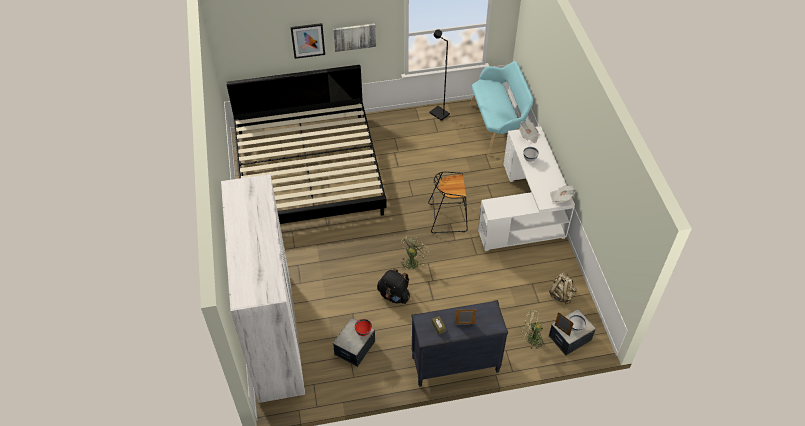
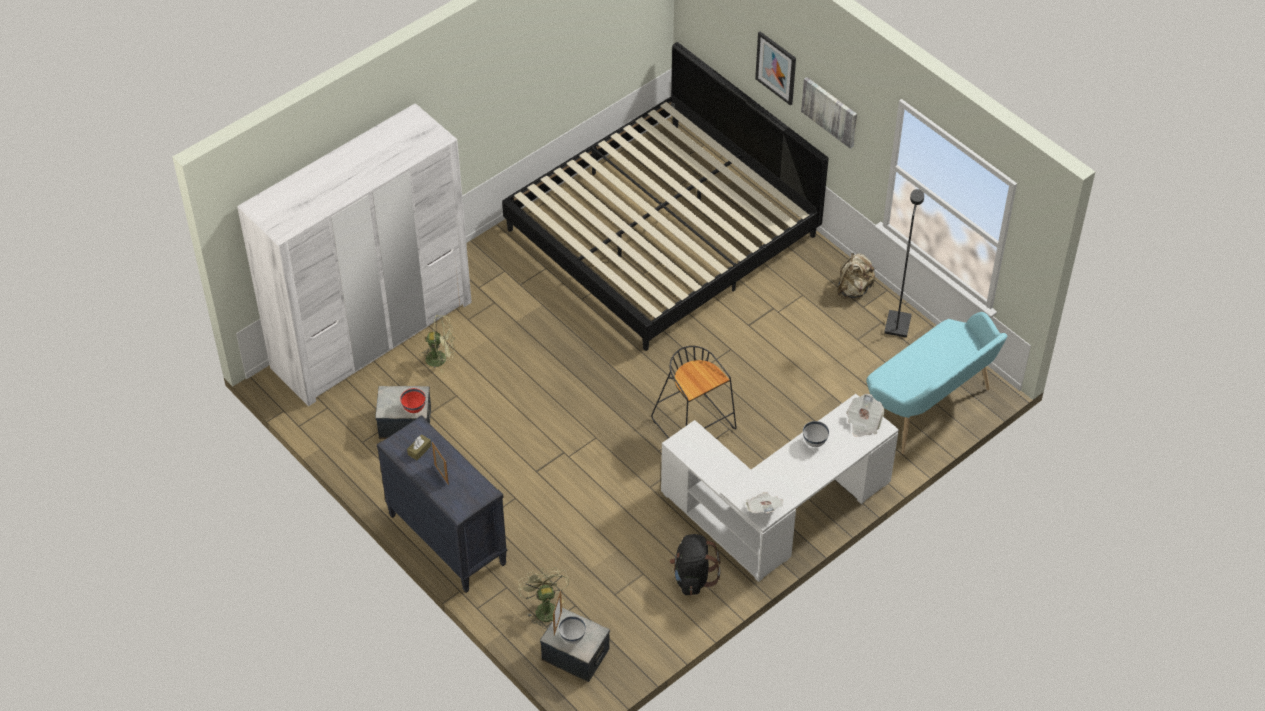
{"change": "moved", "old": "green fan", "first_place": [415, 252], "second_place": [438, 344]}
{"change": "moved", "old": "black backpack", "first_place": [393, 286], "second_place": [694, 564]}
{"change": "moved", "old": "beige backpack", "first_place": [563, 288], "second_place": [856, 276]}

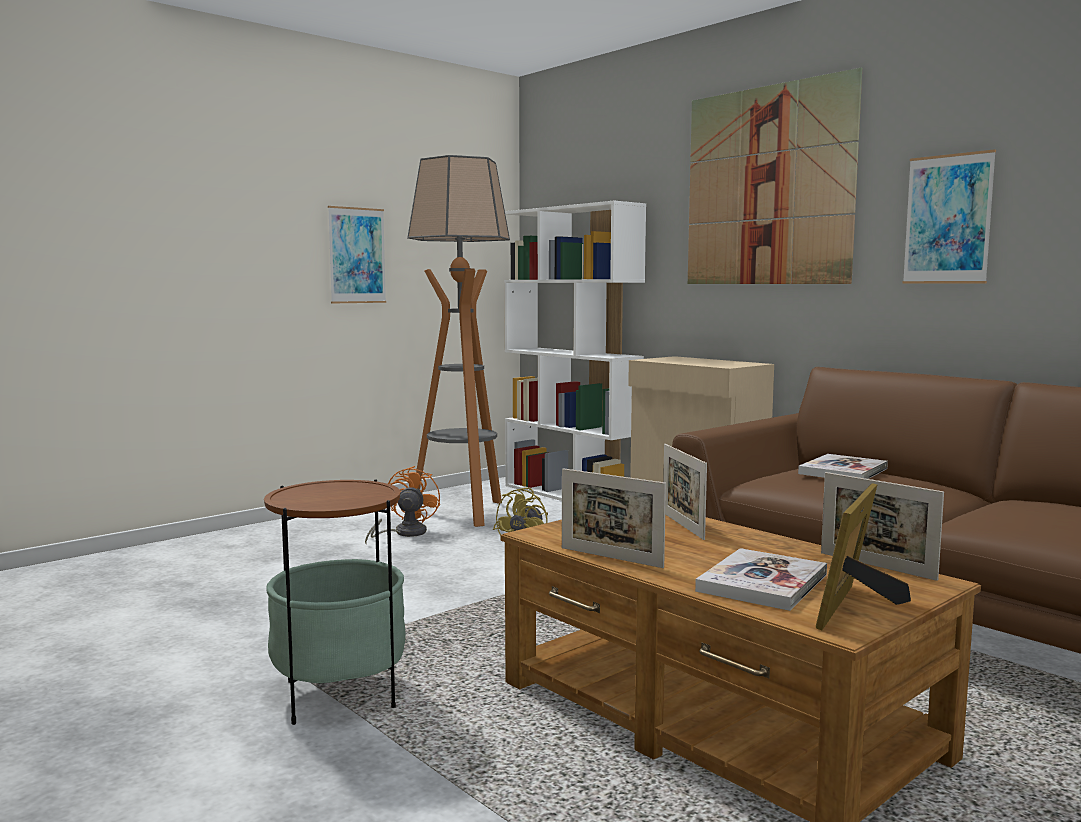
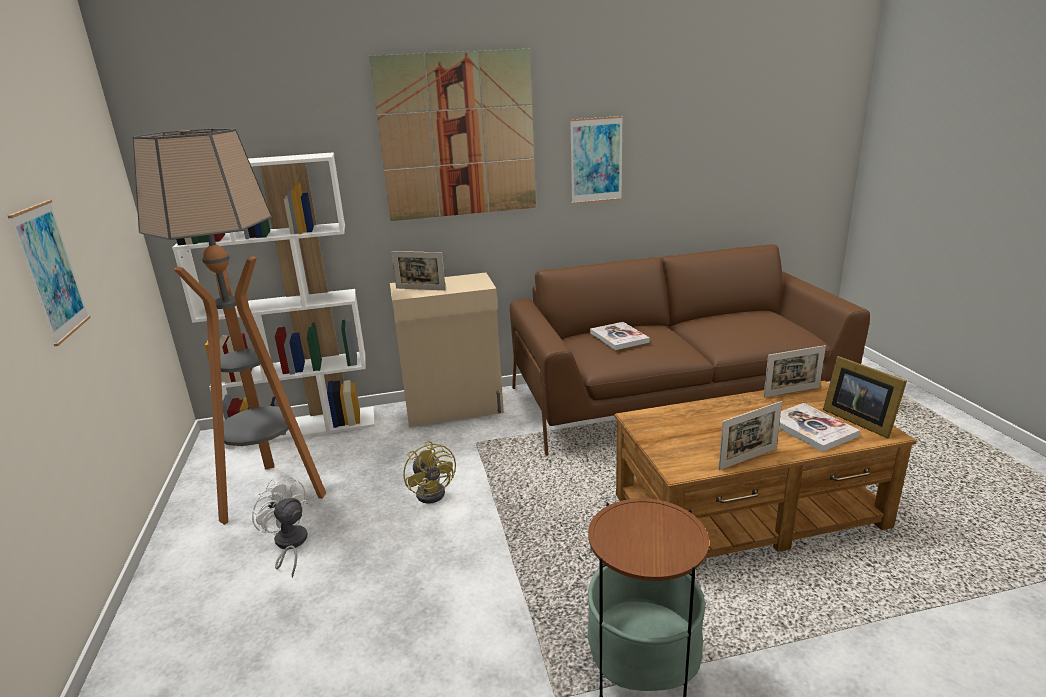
{"change": "recoloured", "old": "orange fan", "new": "white fan", "first_place": [403, 505], "second_place": [280, 527]}
{"change": "moved", "old": "picture frame", "first_place": [685, 492], "second_place": [418, 270]}

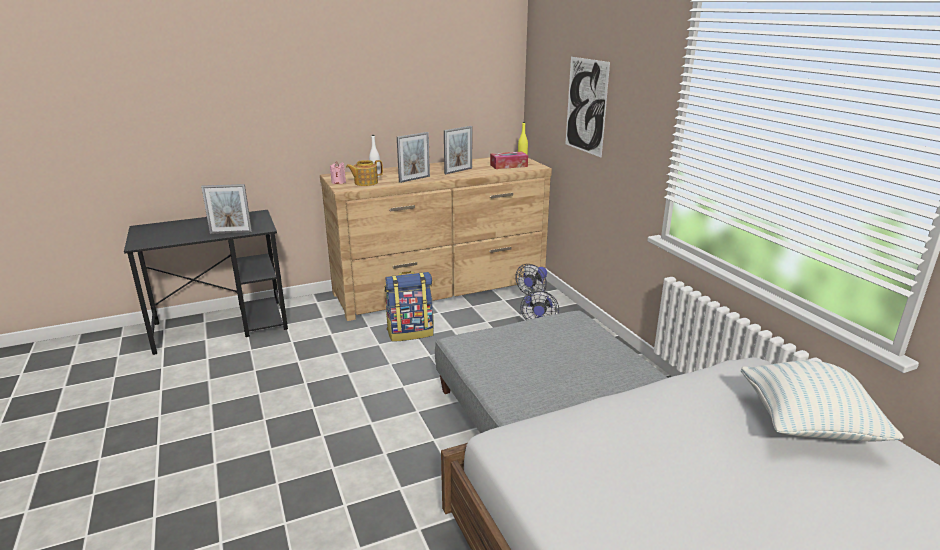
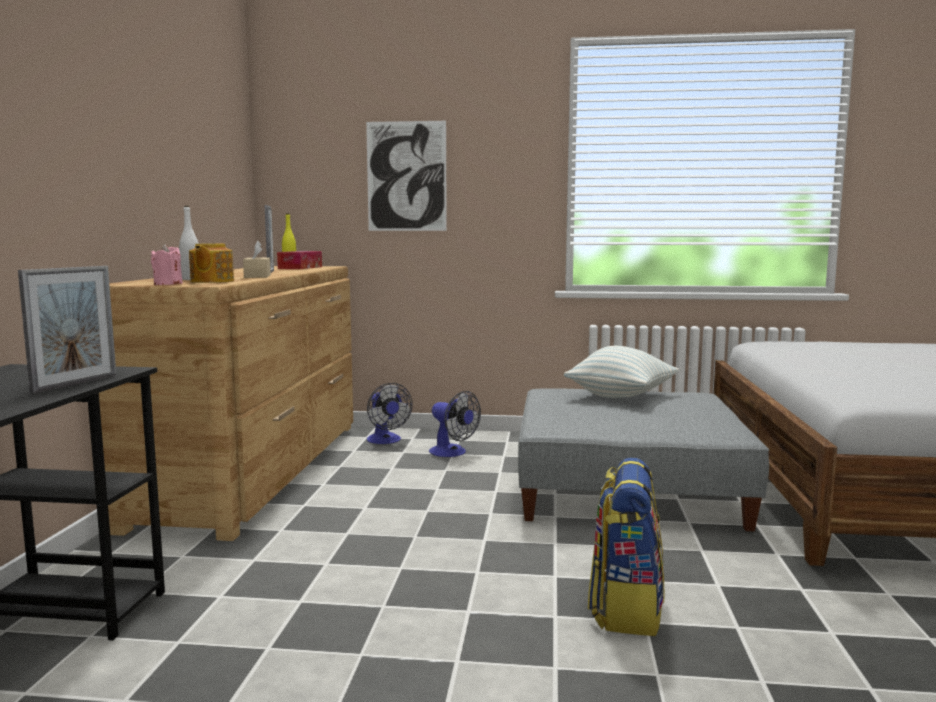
{"change": "replaced", "old": "picture frame", "new": "beige tissue box", "first_place": [413, 157], "second_place": [257, 259]}
{"change": "moved", "old": "pillow", "first_place": [822, 401], "second_place": [621, 372]}
{"change": "moved", "old": "backpack", "first_place": [409, 306], "second_place": [626, 547]}

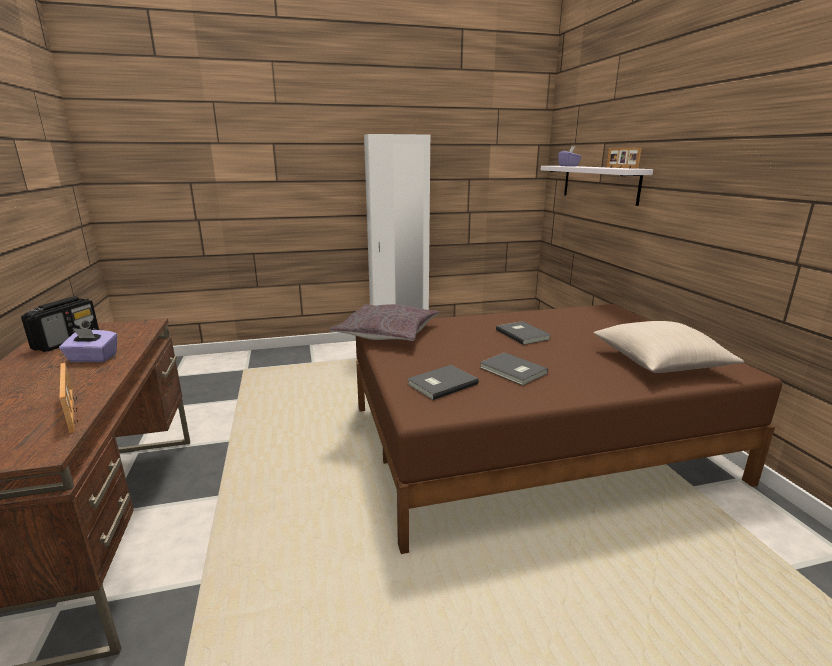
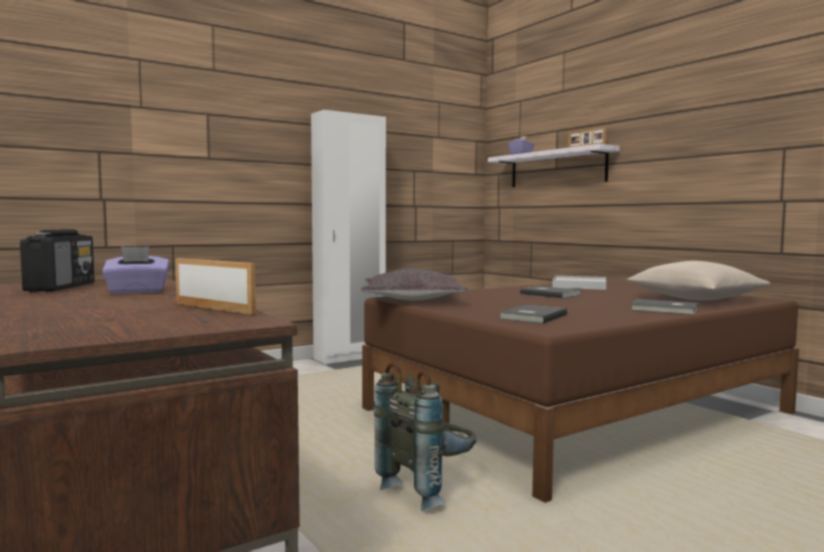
{"change": "added", "new": "grey backpack", "second_place": [425, 437]}
{"change": "added", "new": "white tray", "second_place": [579, 283]}
{"change": "moved", "old": "grey book", "first_place": [513, 369], "second_place": [664, 307]}

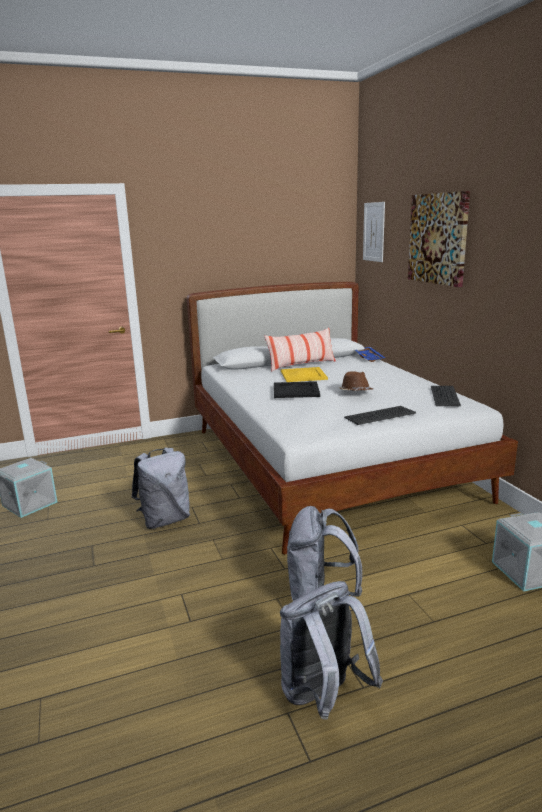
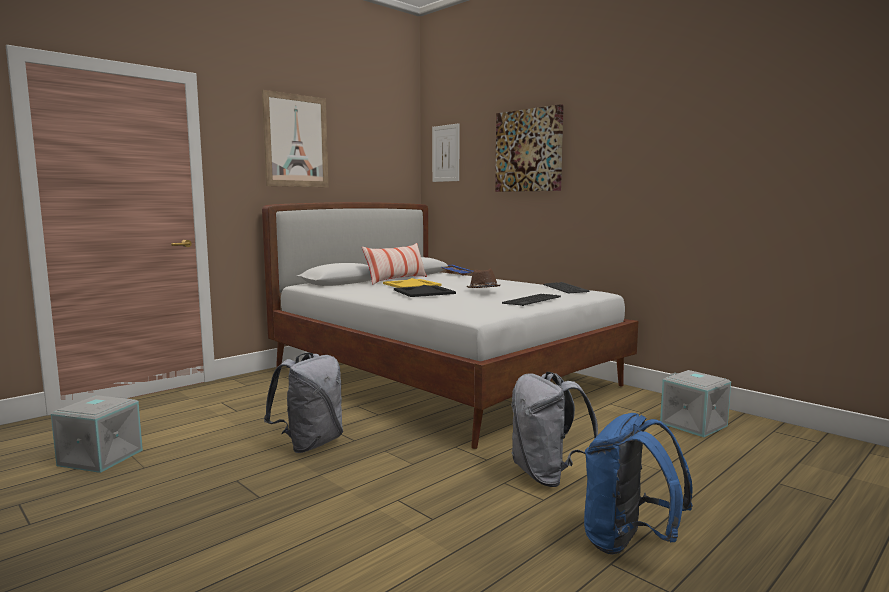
{"change": "added", "new": "picture", "second_place": [295, 138]}
{"change": "recoloured", "old": "grey backpack", "new": "blue backpack", "first_place": [331, 650], "second_place": [638, 484]}

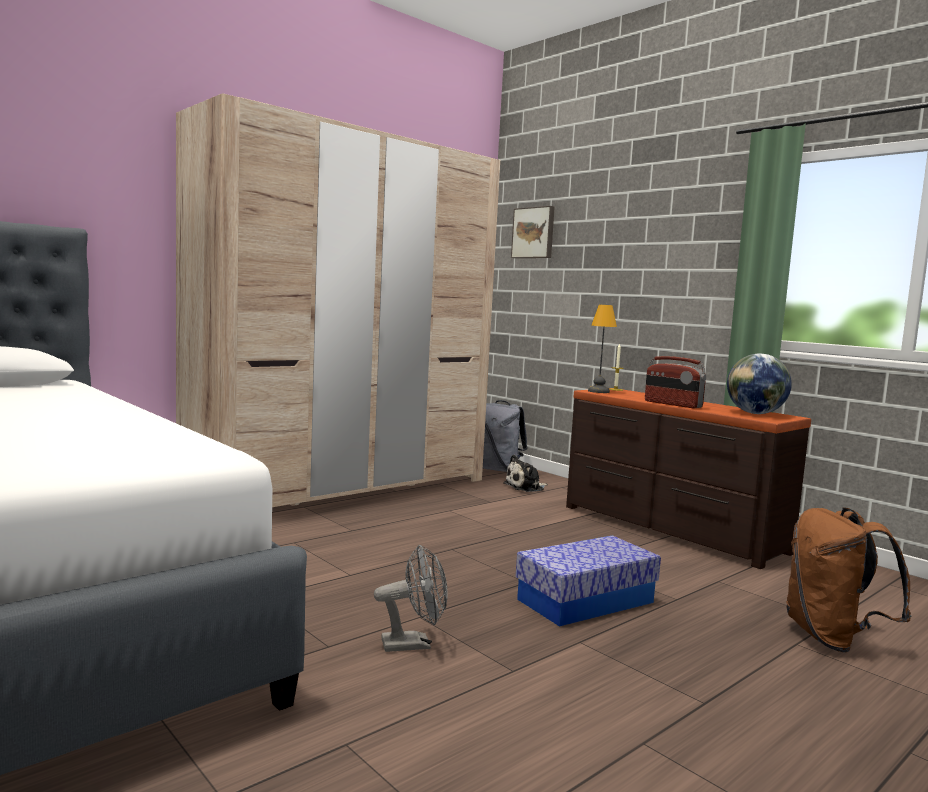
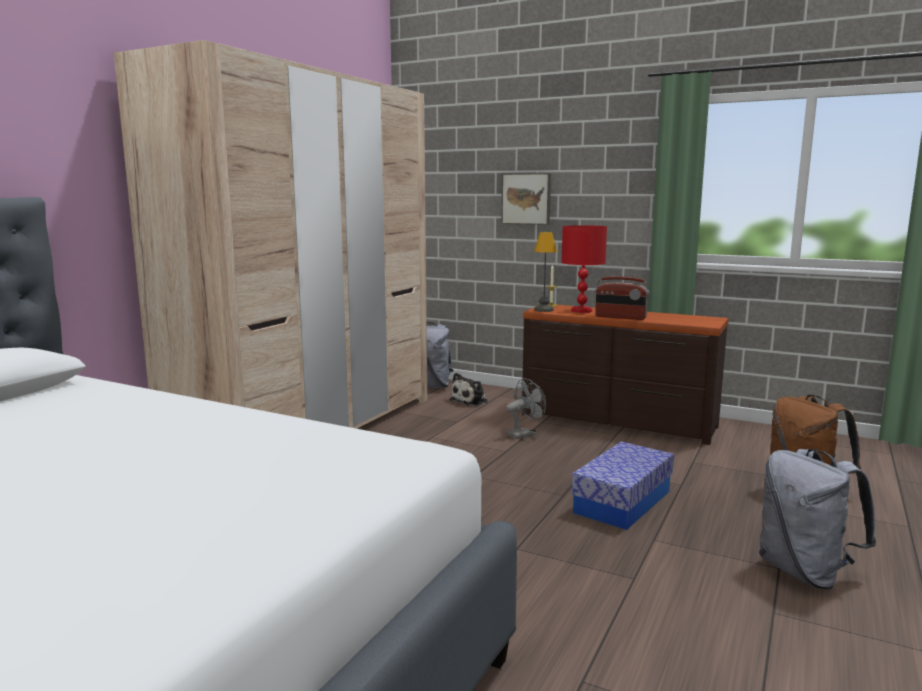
{"change": "moved", "old": "picture", "first_place": [533, 232], "second_place": [526, 199]}
{"change": "moved", "old": "grey fan", "first_place": [411, 598], "second_place": [526, 408]}
{"change": "added", "new": "red table lamp", "second_place": [584, 269]}
{"change": "added", "new": "grey backpack", "second_place": [817, 519]}
{"change": "removed", "old": "globe", "first_place": [759, 384]}

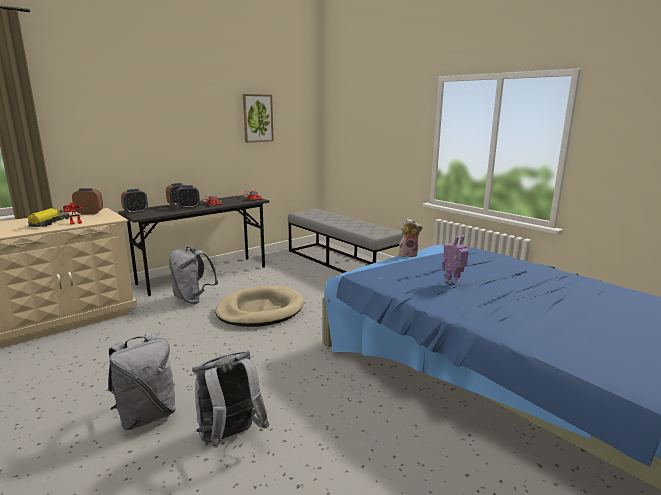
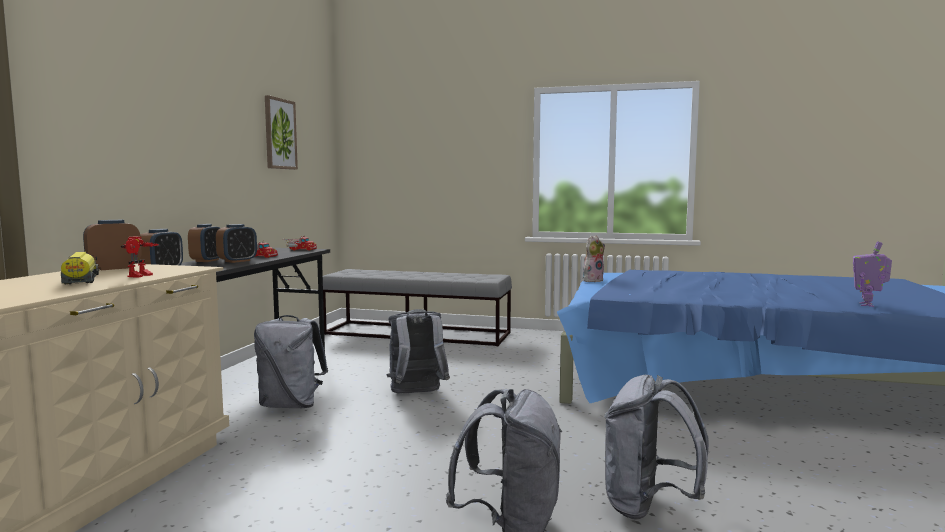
{"change": "replaced", "old": "beige dog bed", "new": "grey backpack", "first_place": [259, 306], "second_place": [418, 351]}
{"change": "moved", "old": "toy robot", "first_place": [456, 259], "second_place": [872, 274]}

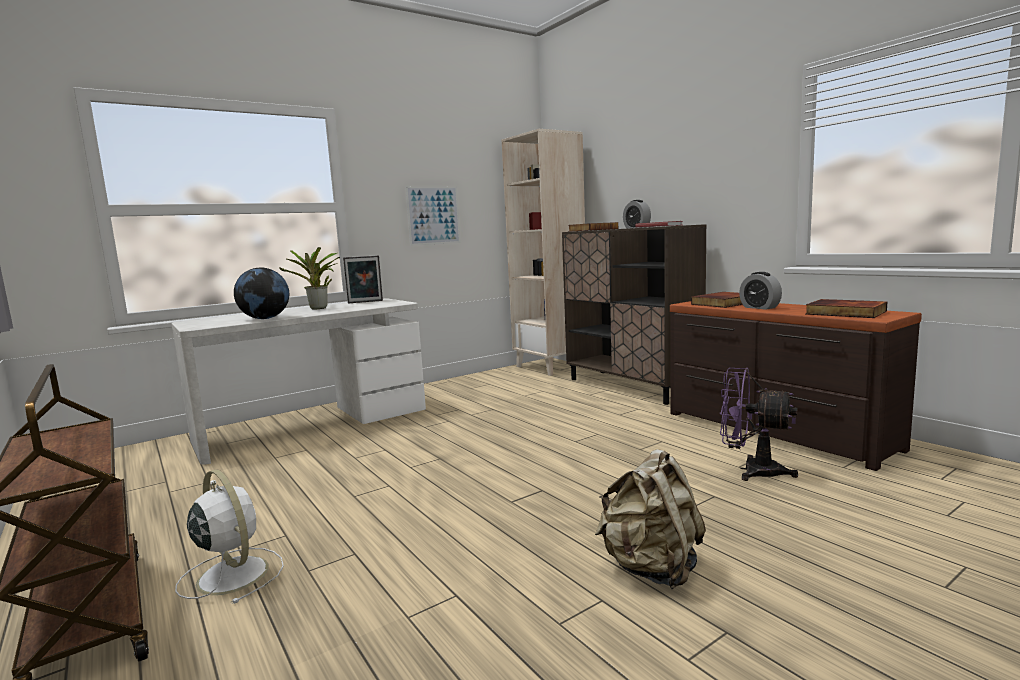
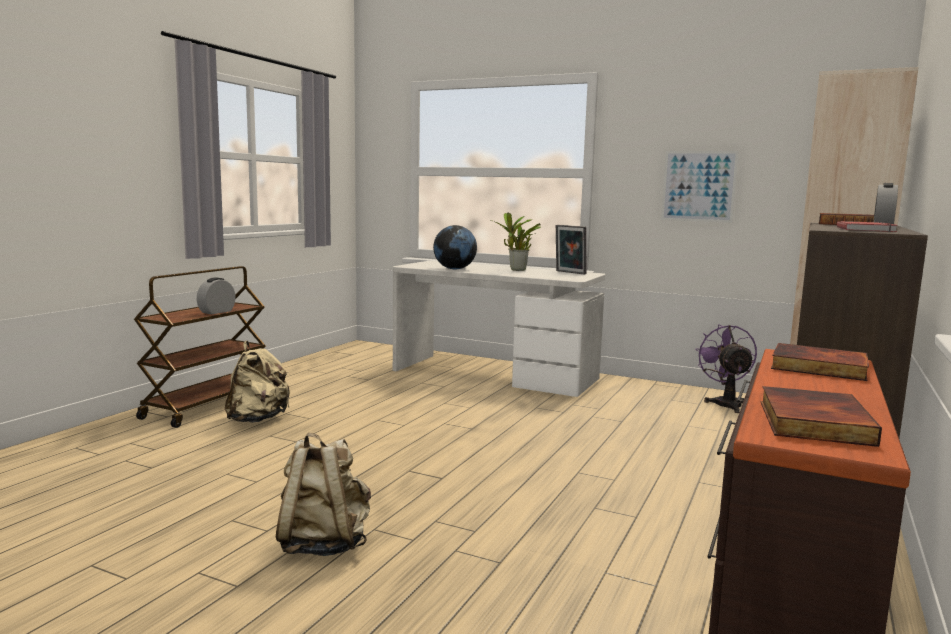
{"change": "moved", "old": "alarm clock", "first_place": [760, 291], "second_place": [216, 295]}
{"change": "replaced", "old": "white fan", "new": "beige backpack", "first_place": [229, 536], "second_place": [257, 382]}
{"change": "moved", "old": "purple fan", "first_place": [759, 424], "second_place": [726, 368]}

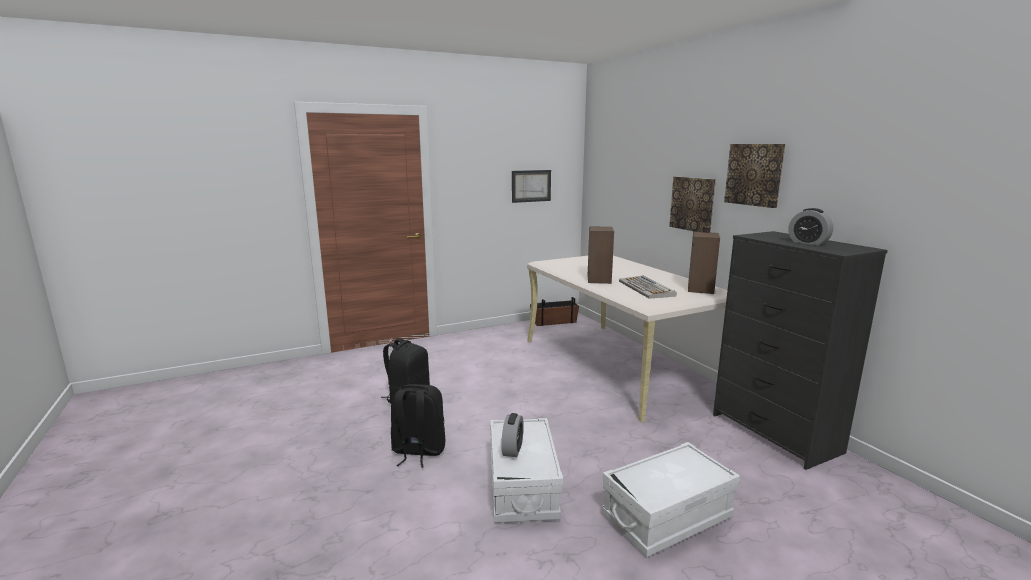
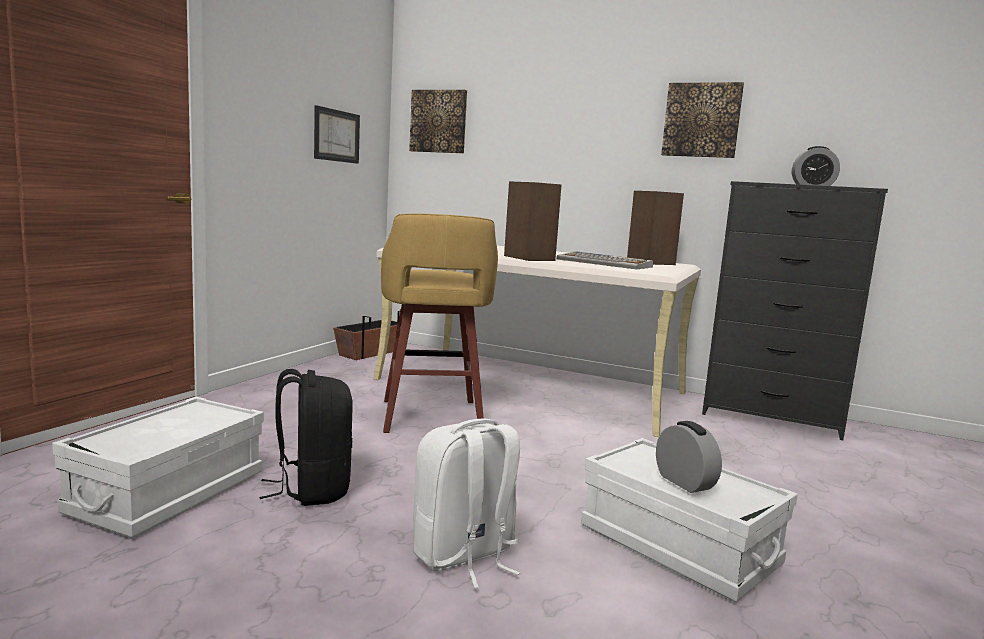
{"change": "moved", "old": "white storage box", "first_place": [671, 499], "second_place": [158, 467]}
{"change": "added", "new": "yellow stool", "second_place": [439, 323]}
{"change": "moved", "old": "picture", "first_place": [692, 205], "second_place": [438, 121]}
{"change": "recoloured", "old": "black backpack", "new": "white backpack", "first_place": [418, 426], "second_place": [466, 503]}

